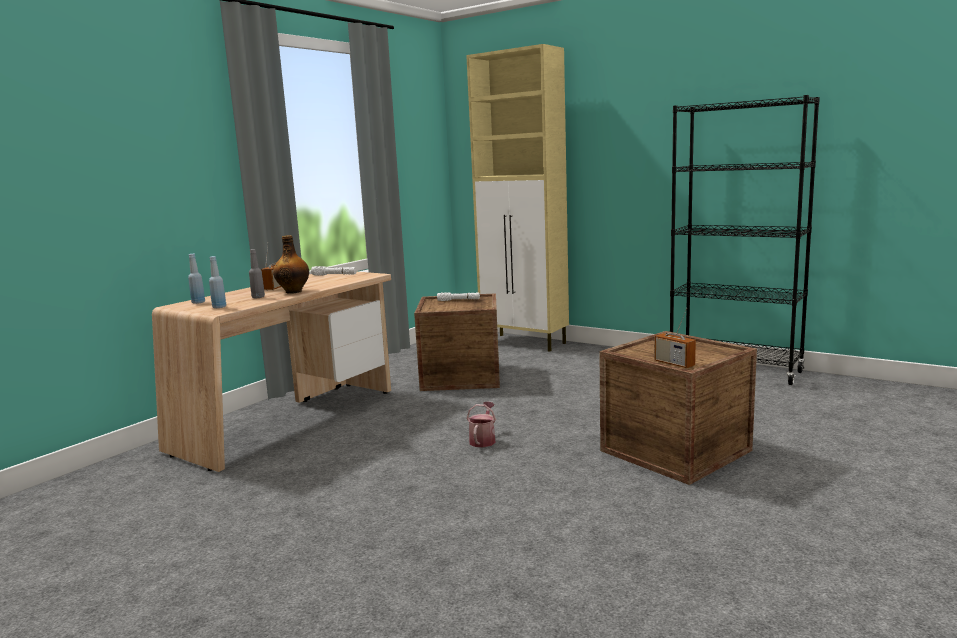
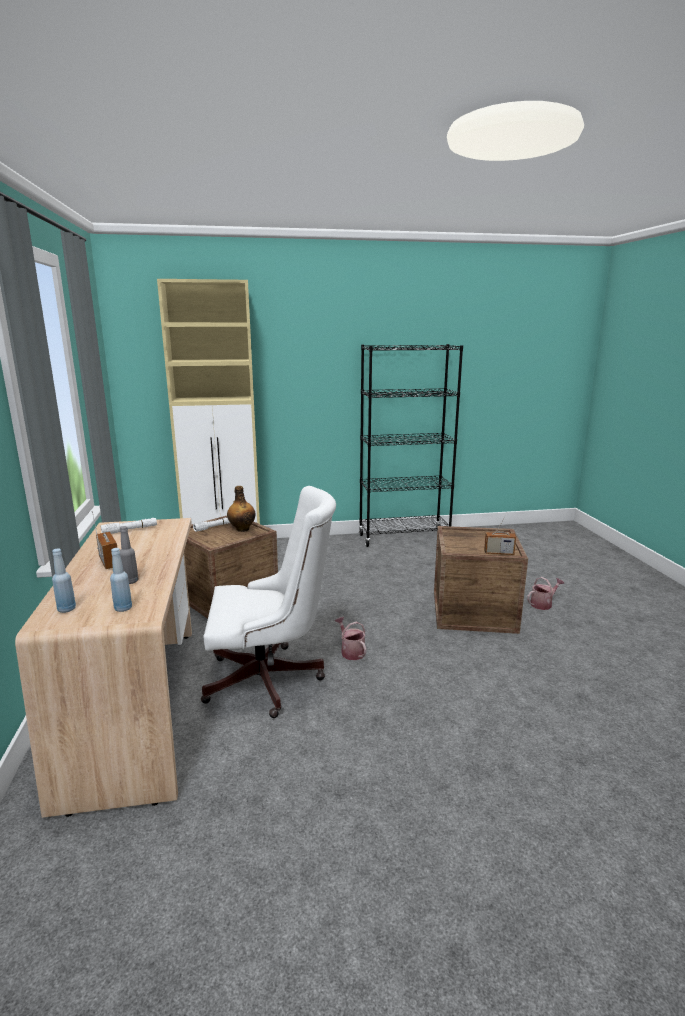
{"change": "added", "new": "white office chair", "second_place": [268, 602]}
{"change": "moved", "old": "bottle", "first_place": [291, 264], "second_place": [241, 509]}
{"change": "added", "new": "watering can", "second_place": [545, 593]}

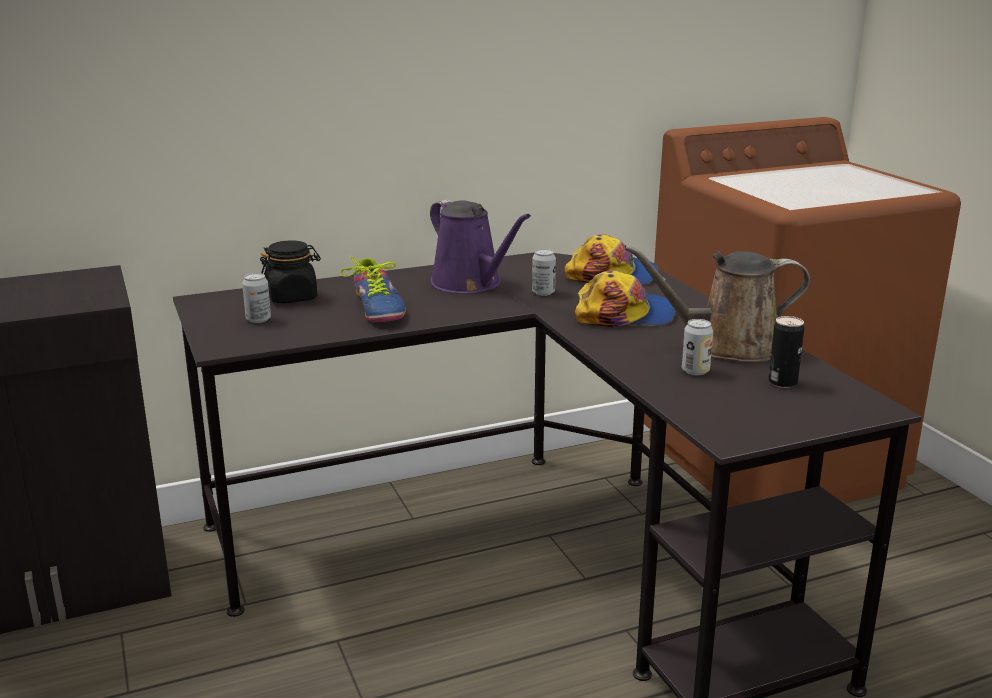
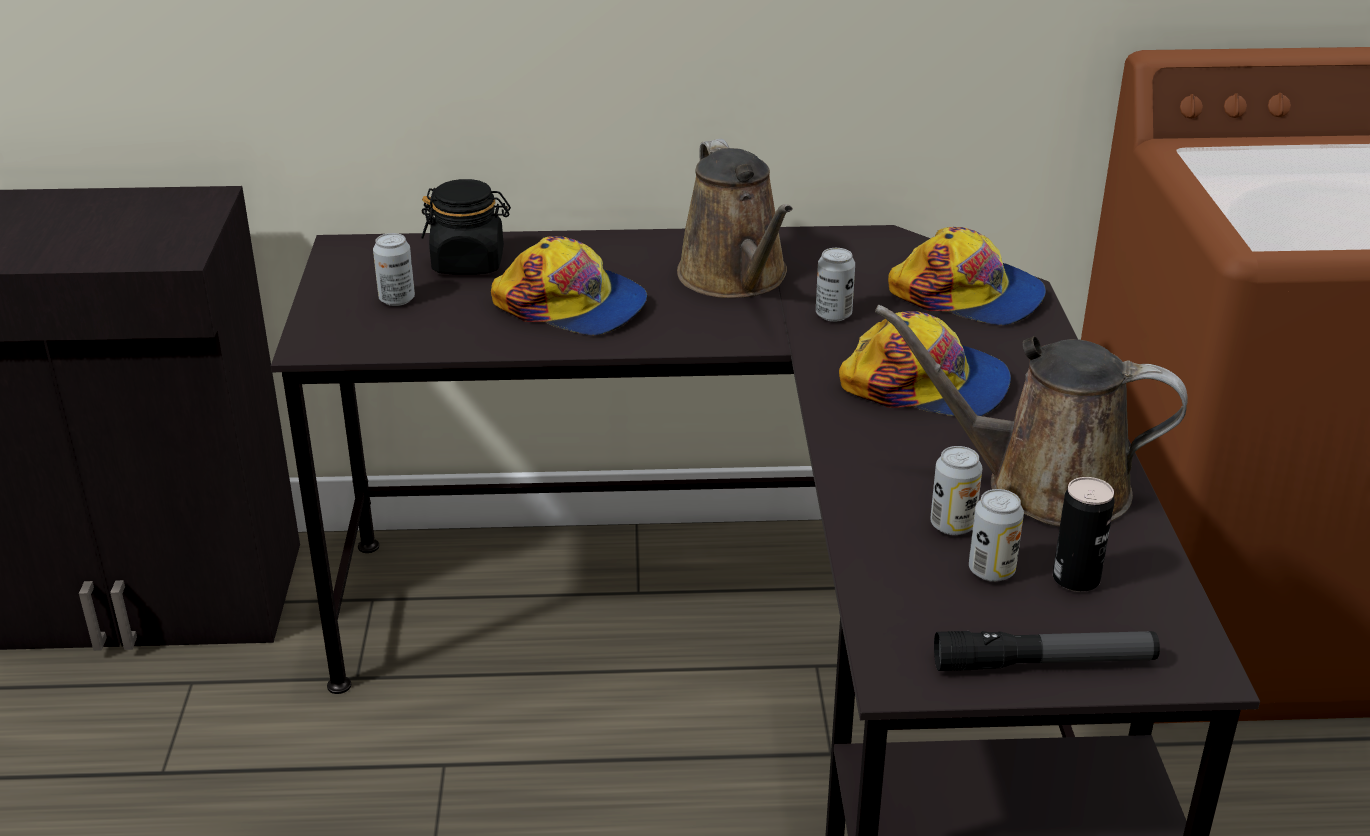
{"change": "replaced", "old": "shoe", "new": "cap", "first_place": [373, 288], "second_place": [569, 285]}
{"change": "recoloured", "old": "purple watering can", "new": "brown watering can", "first_place": [480, 247], "second_place": [735, 218]}
{"change": "added", "new": "flashlight", "second_place": [1047, 651]}
{"change": "added", "new": "can", "second_place": [996, 535]}

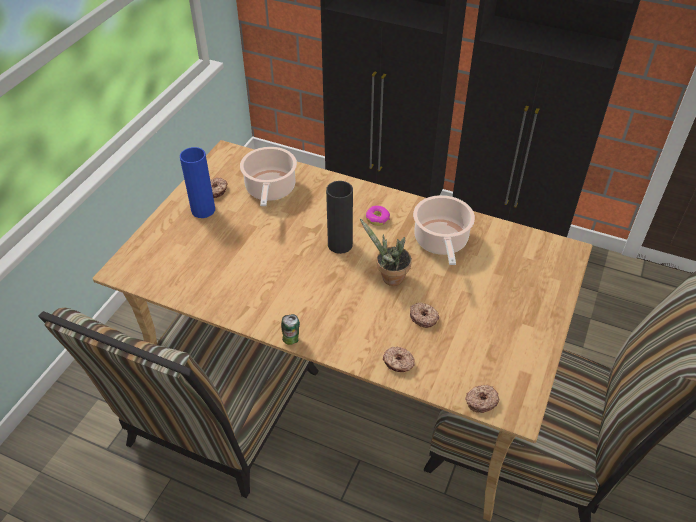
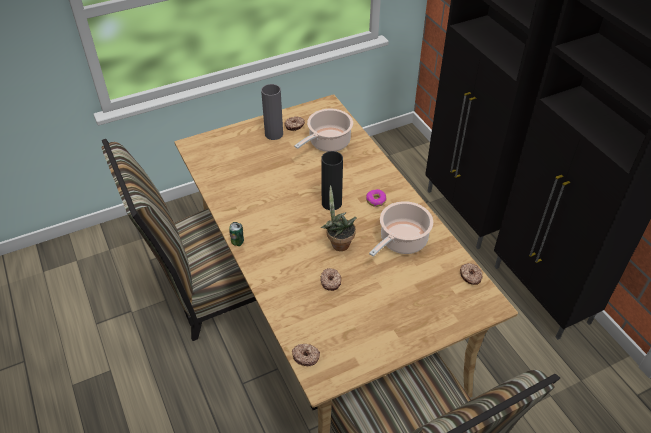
{"change": "recoloured", "old": "blue vase", "new": "grey vase", "first_place": [197, 182], "second_place": [272, 112]}
{"change": "moved", "old": "donut", "first_place": [399, 359], "second_place": [471, 274]}

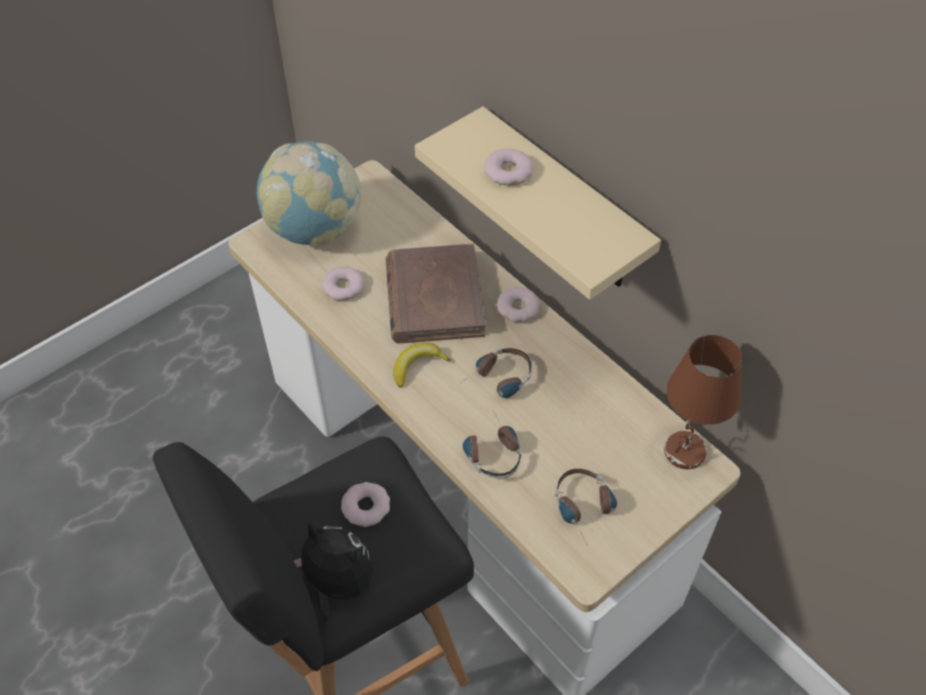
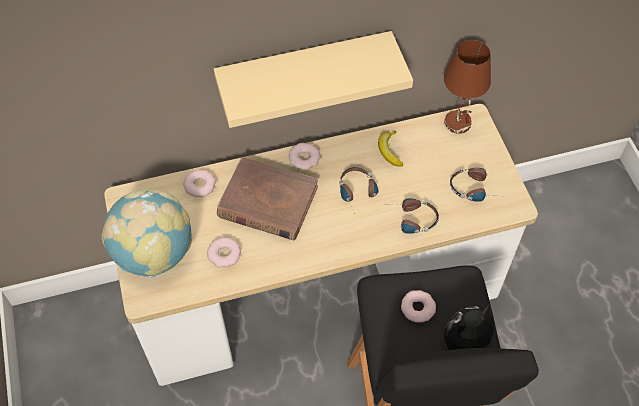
{"change": "moved", "old": "donut", "first_place": [509, 167], "second_place": [199, 183]}
{"change": "moved", "old": "banana", "first_place": [422, 364], "second_place": [390, 149]}

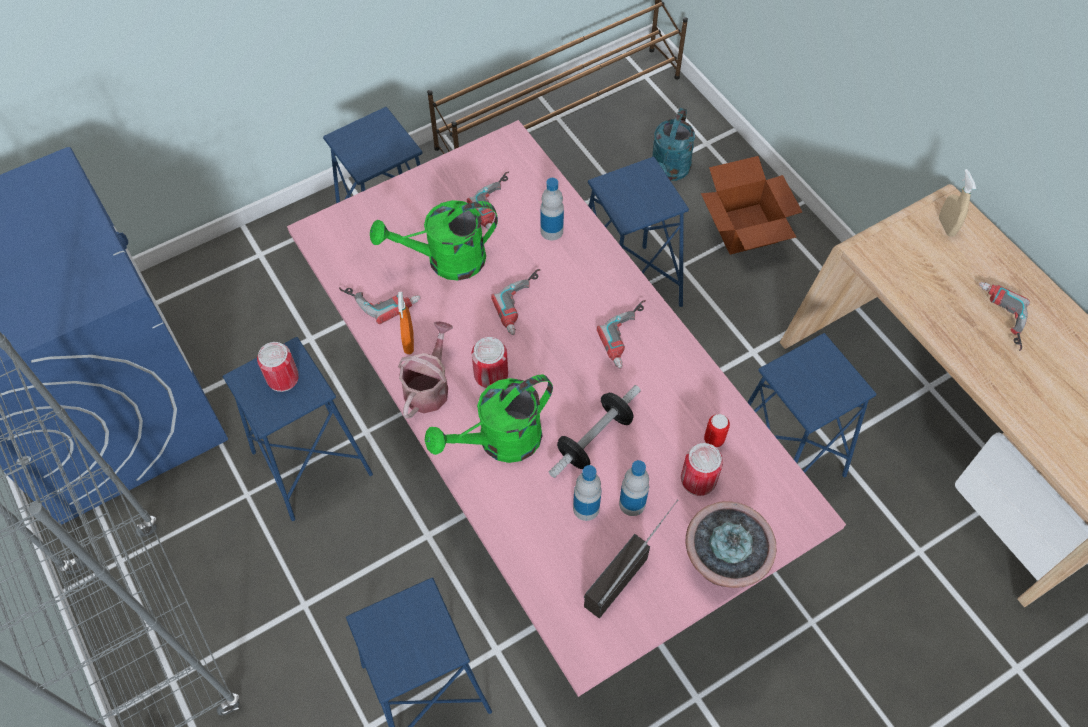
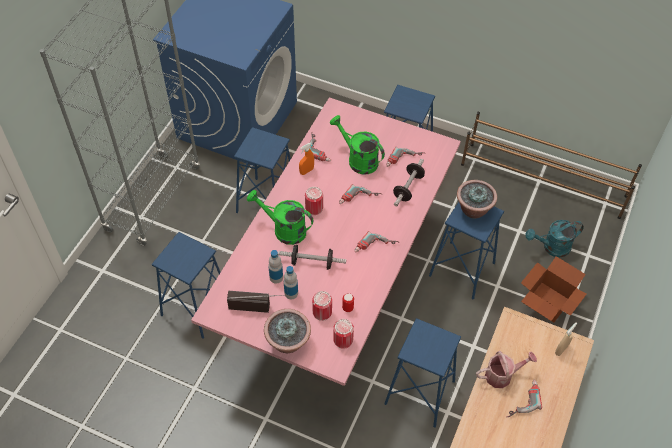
{"change": "moved", "old": "can", "first_place": [278, 367], "second_place": [343, 334]}
{"change": "replaced", "old": "bottle", "new": "dumbbell", "first_place": [552, 209], "second_place": [409, 182]}
{"change": "added", "new": "potted plant", "second_place": [477, 199]}
{"change": "moved", "old": "watering can", "first_place": [425, 370], "second_place": [506, 369]}

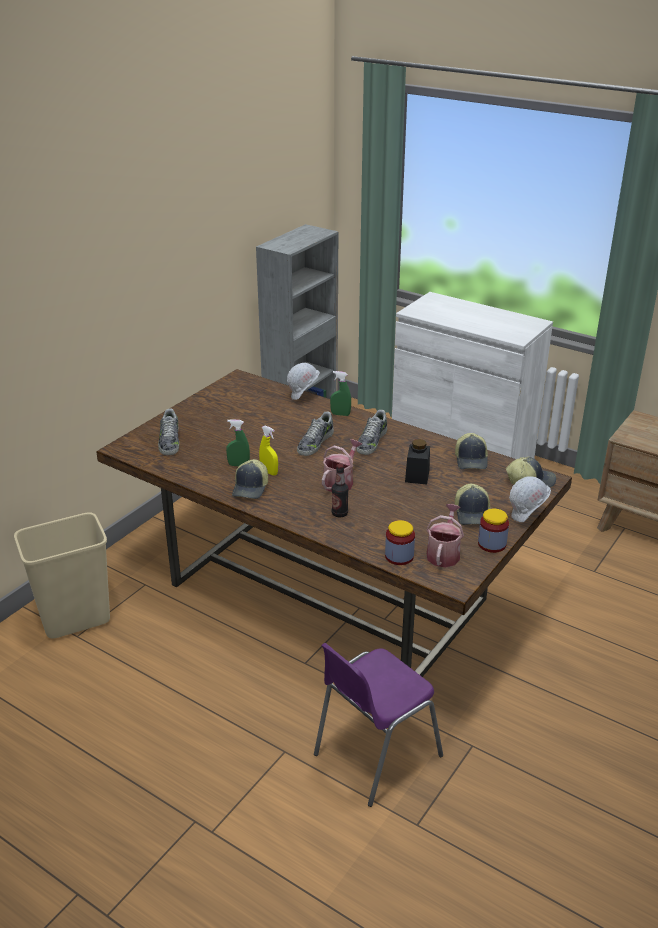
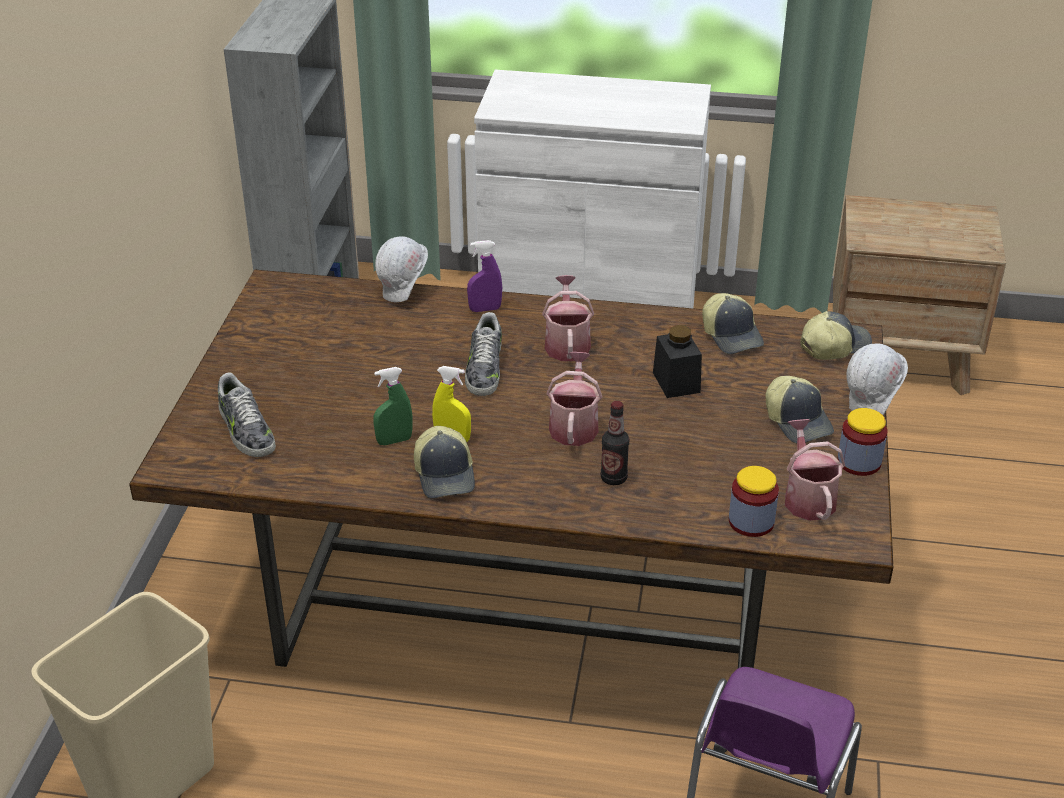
{"change": "recoloured", "old": "green spray bottle", "new": "purple spray bottle", "first_place": [340, 393], "second_place": [484, 276]}
{"change": "replaced", "old": "shoe", "new": "watering can", "first_place": [371, 432], "second_place": [568, 318]}

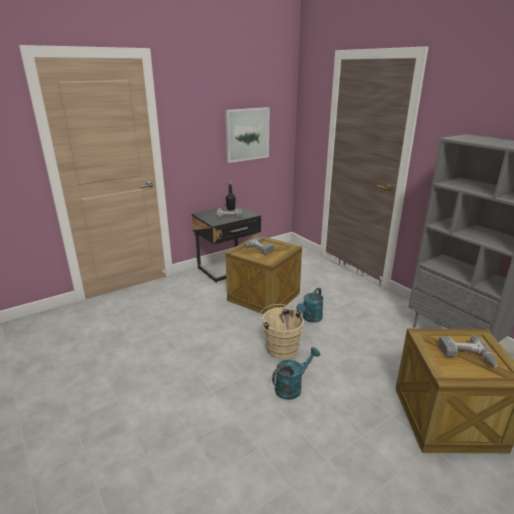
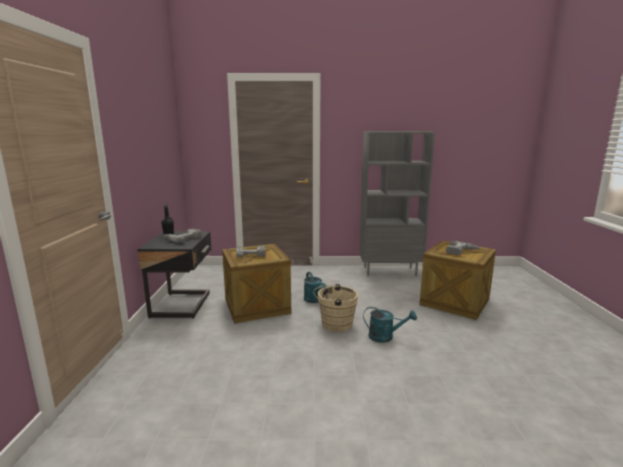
{"change": "turned", "old": "turquoise watering can", "first_place": [296, 373], "second_place": [390, 325], "degrees": 105}
{"change": "removed", "old": "picture", "first_place": [247, 135]}

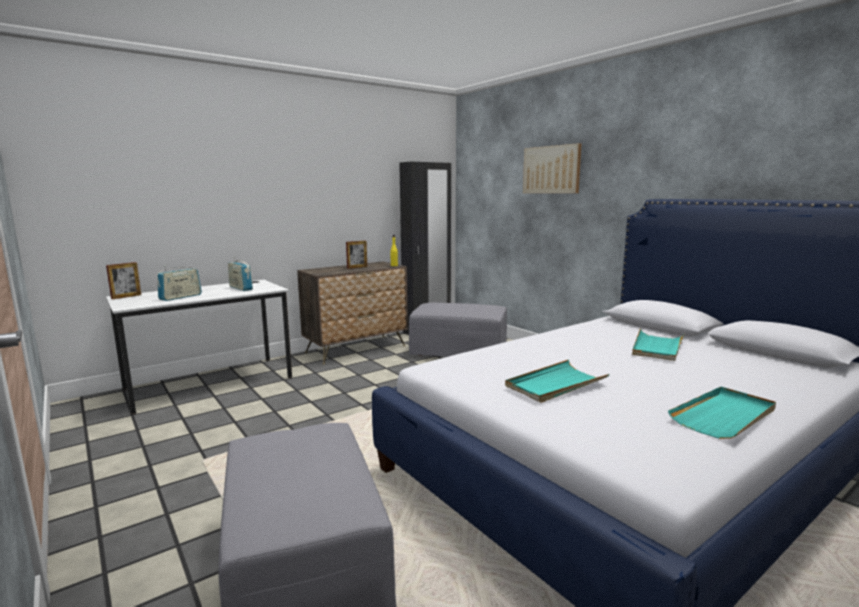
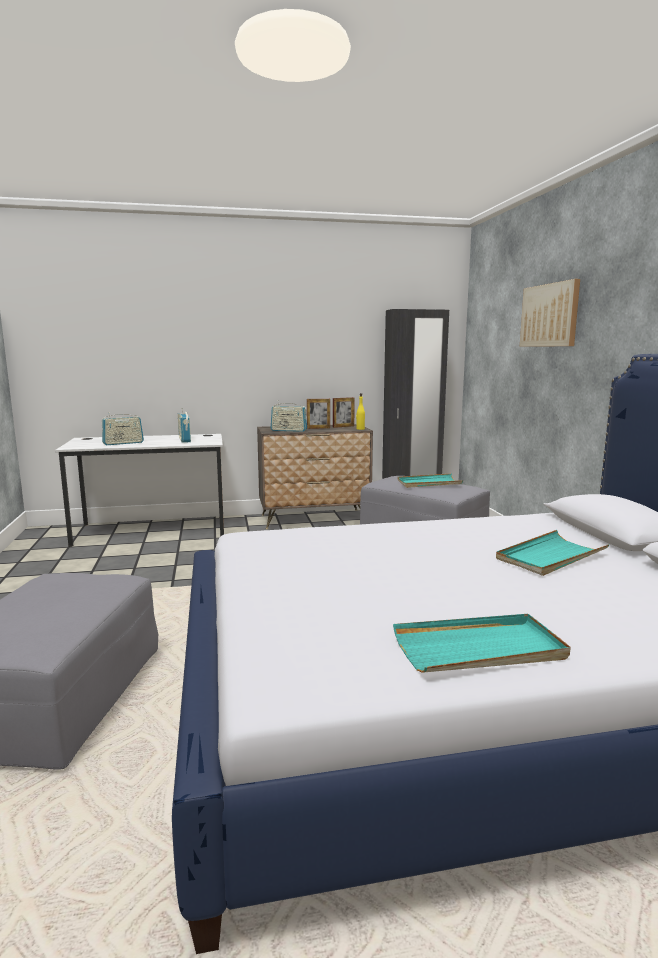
{"change": "added", "new": "radio", "second_place": [289, 416]}
{"change": "moved", "old": "picture frame", "first_place": [123, 280], "second_place": [344, 412]}
{"change": "moved", "old": "turquoise tray", "first_place": [557, 381], "second_place": [430, 481]}

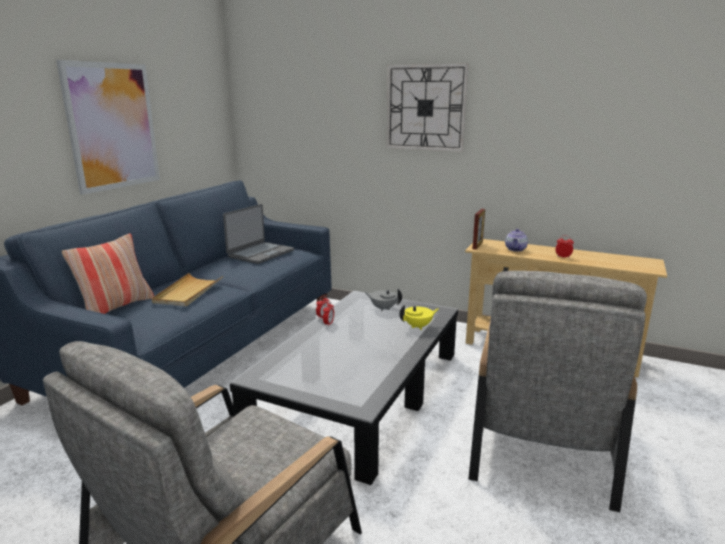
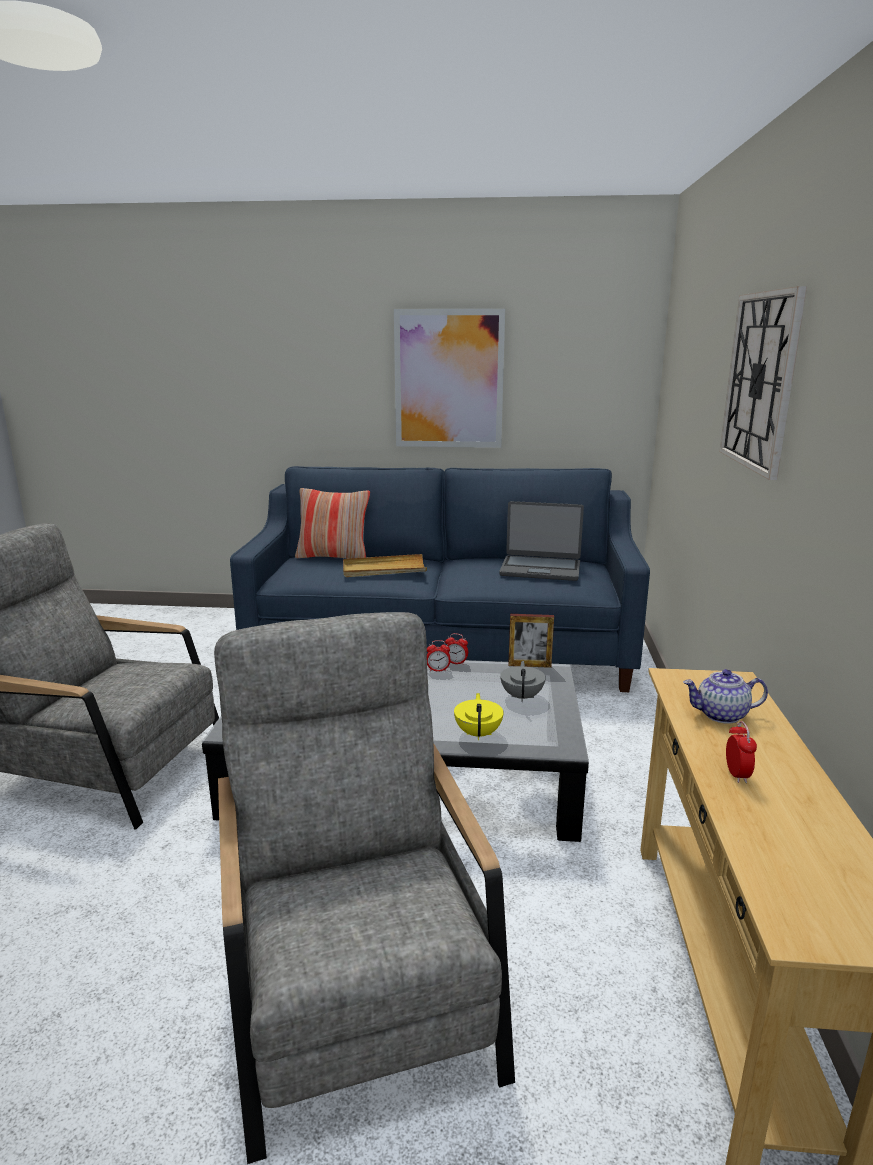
{"change": "turned", "old": "grey armchair", "first_place": [557, 391], "second_place": [364, 888], "degrees": 75}
{"change": "turned", "old": "yellow teapot", "first_place": [419, 317], "second_place": [479, 716], "degrees": -135}
{"change": "moved", "old": "picture frame", "first_place": [478, 229], "second_place": [531, 641]}

